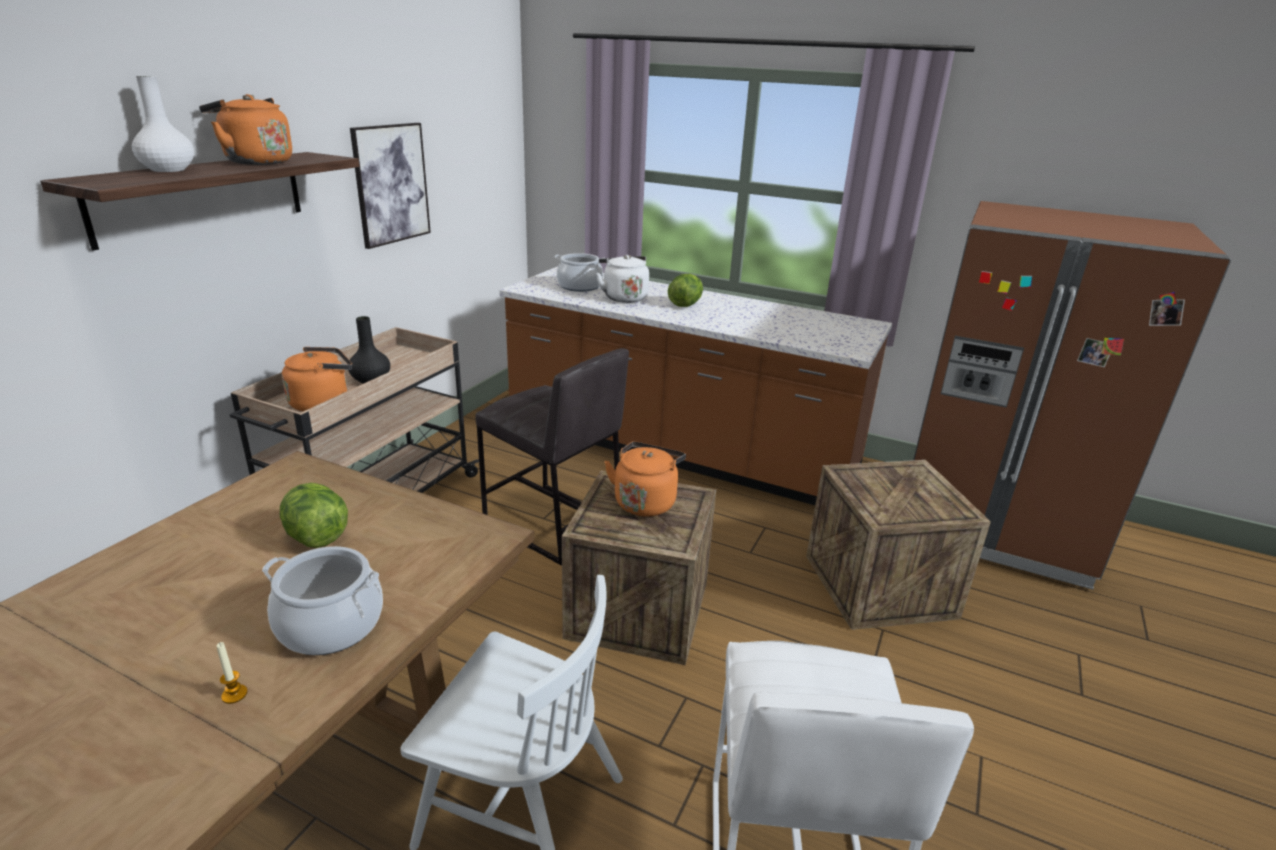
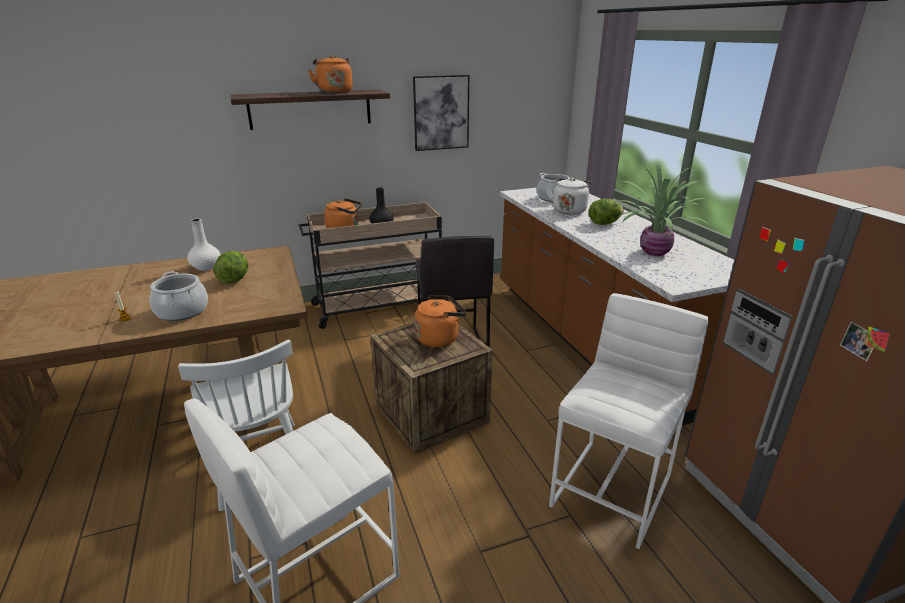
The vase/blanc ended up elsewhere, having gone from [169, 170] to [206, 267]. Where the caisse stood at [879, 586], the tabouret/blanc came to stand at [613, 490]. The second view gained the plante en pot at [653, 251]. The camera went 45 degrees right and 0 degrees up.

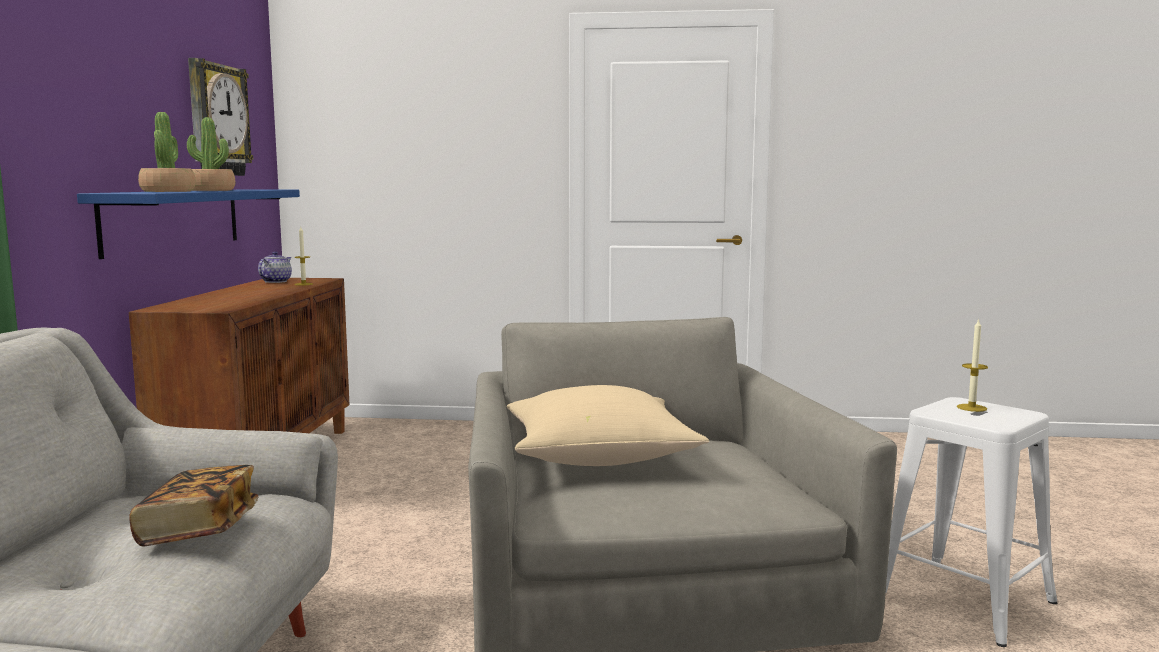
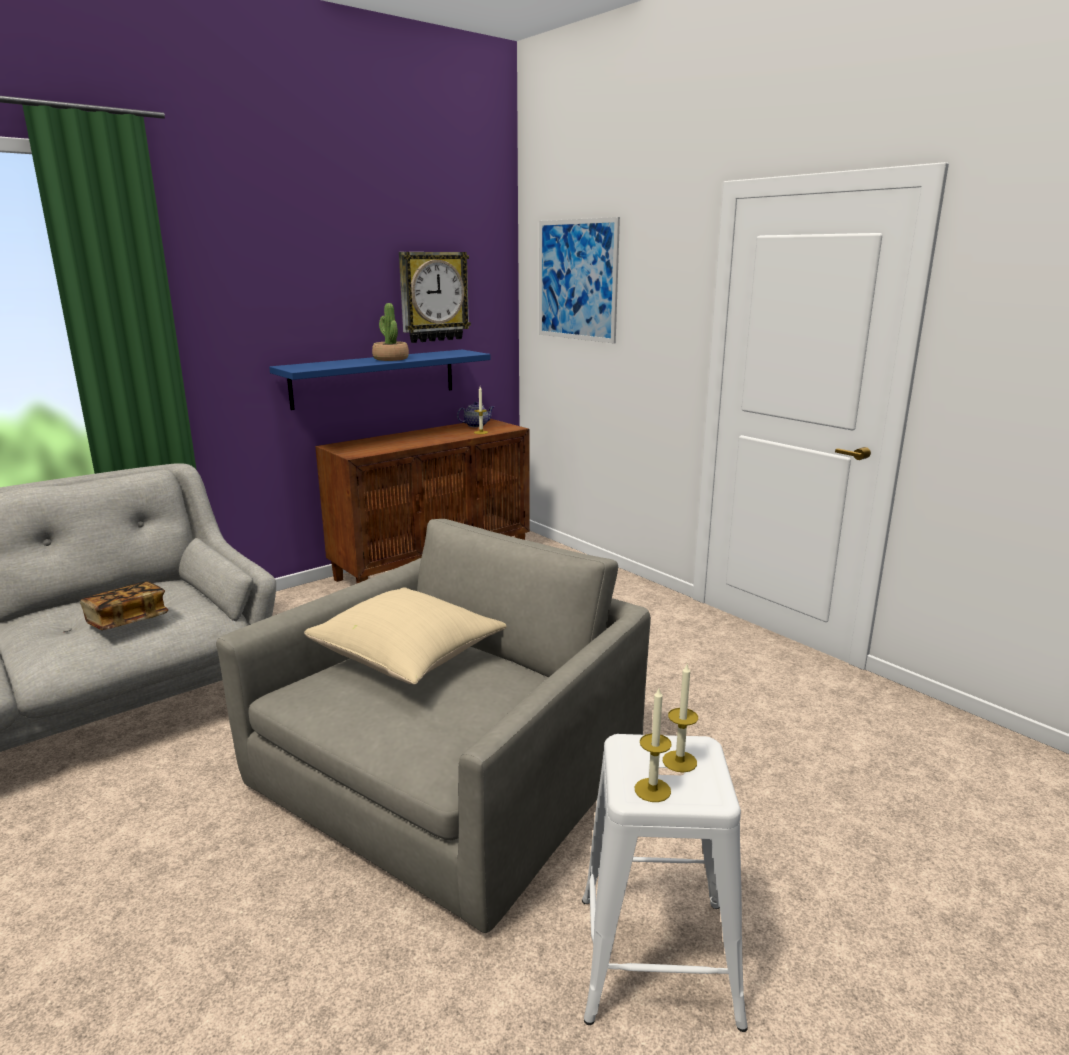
The second view lost the plante en pot at [168, 191]. The second view gained the tableau at [577, 280]. The second view gained the bougie at [652, 790]. The camera went 45 degrees right and 10 degrees up.

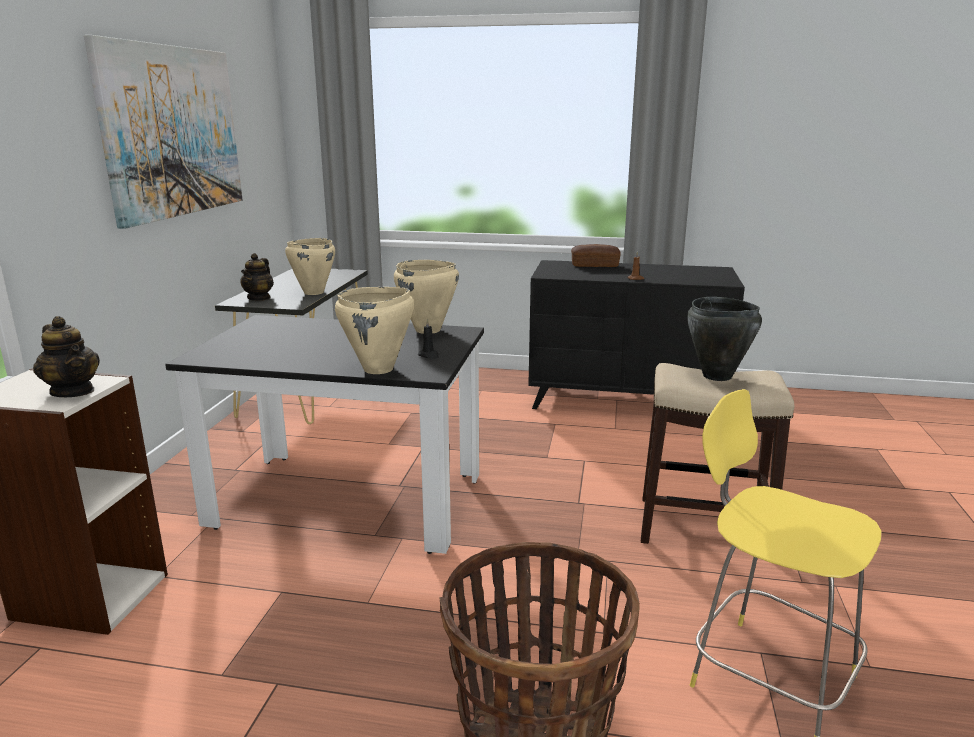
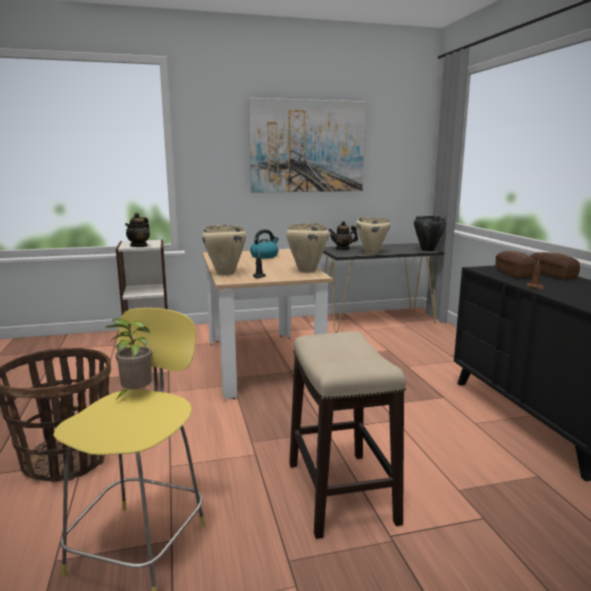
What was the table à manger/noir at [348, 500] turned into the table à manger/beige at [261, 362]. The marmite/noir ended up elsewhere, having gone from [717, 376] to [427, 250]. The second view gained the plante en pot at [135, 395]. The second view gained the bouilloire at [264, 256]. The second view gained the pain at [513, 273]. The camera went 65 degrees right and 5 degrees down.

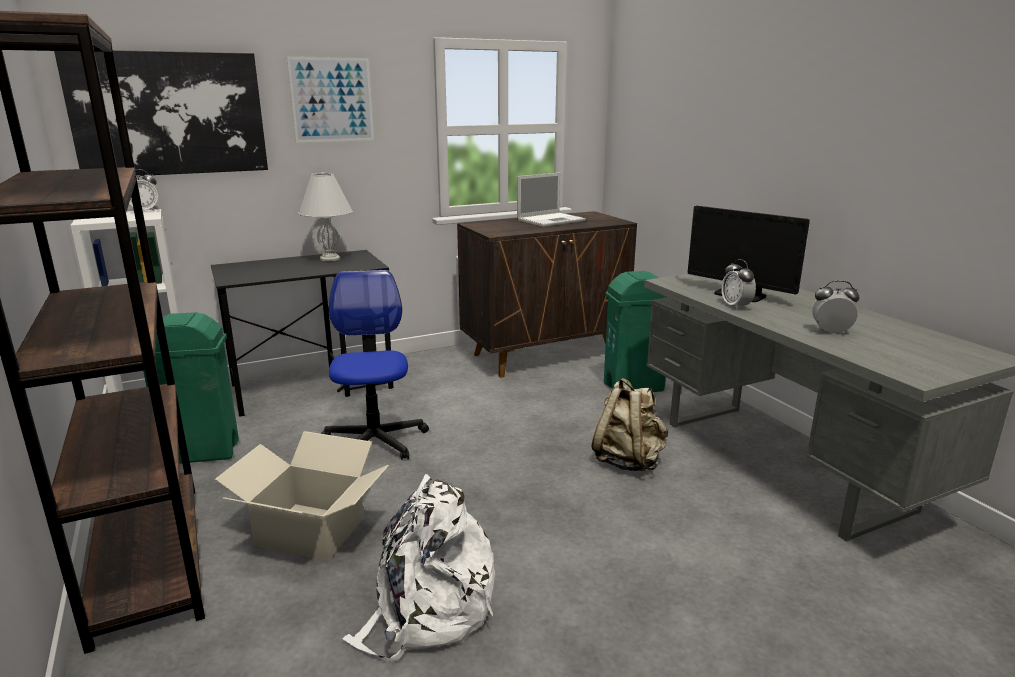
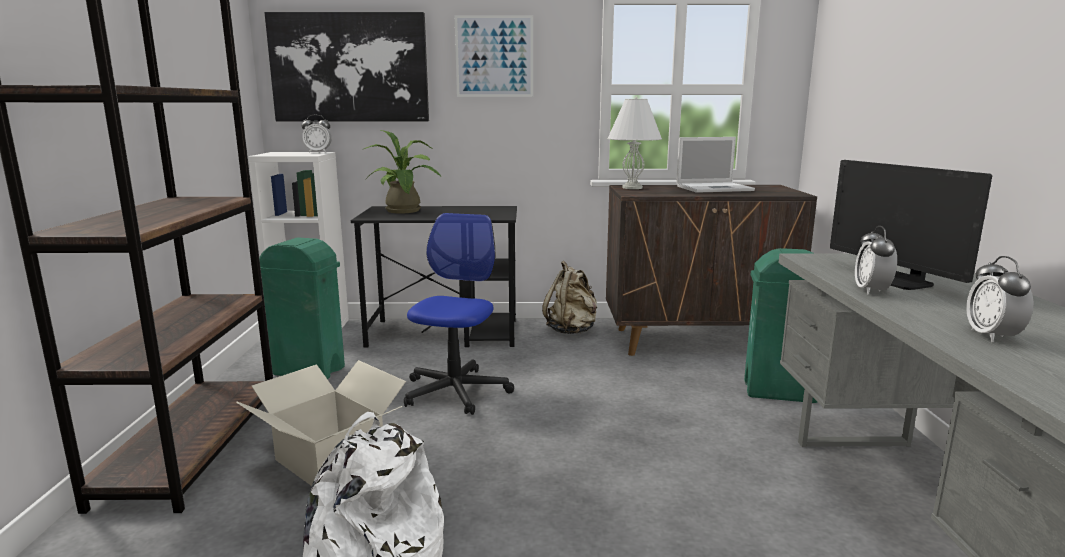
The lampe de table/blanc ended up elsewhere, having gone from [330, 258] to [632, 187]. The sac à dos/beige ended up elsewhere, having gone from [628, 461] to [572, 331]. The réveil at [830, 332] ended up facing another way, 120 degrees counterclockwise from before. The second view gained the plante en pot at [404, 211]. The camera went 25 degrees right and 5 degrees down.

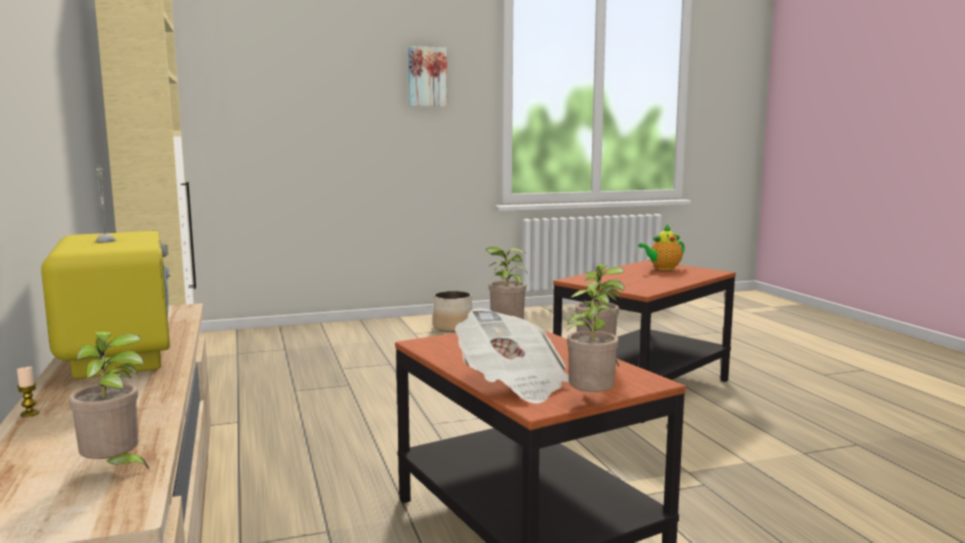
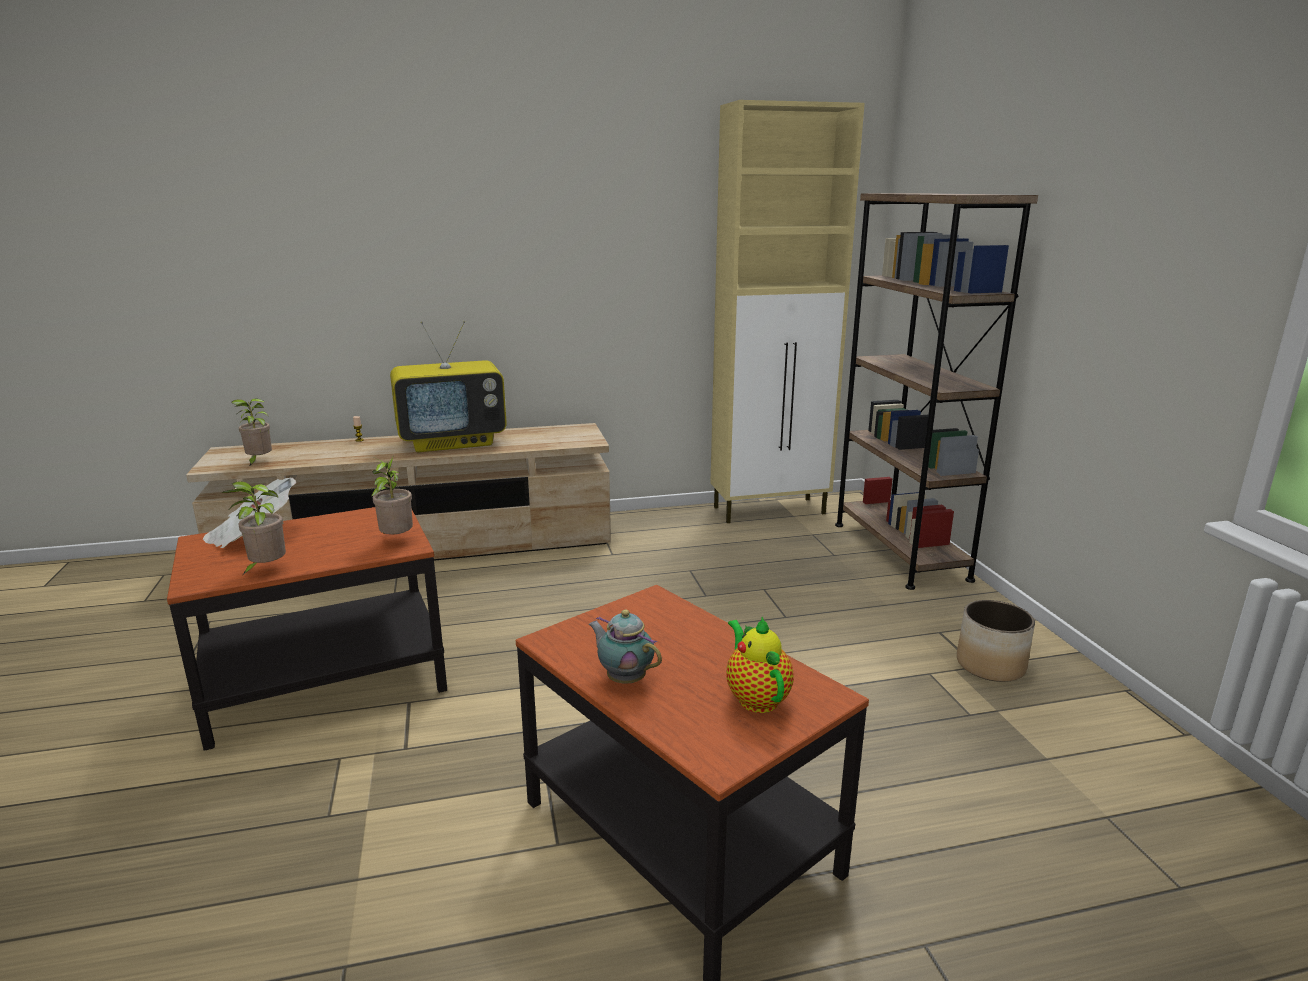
The second view lost the tableau at [427, 77]. The second view lost the plante en pot at [591, 401]. The second view gained the théière at [624, 679]. The second view gained the bibliothèque/marron at [899, 551]. The camera went 95 degrees right and 10 degrees up.

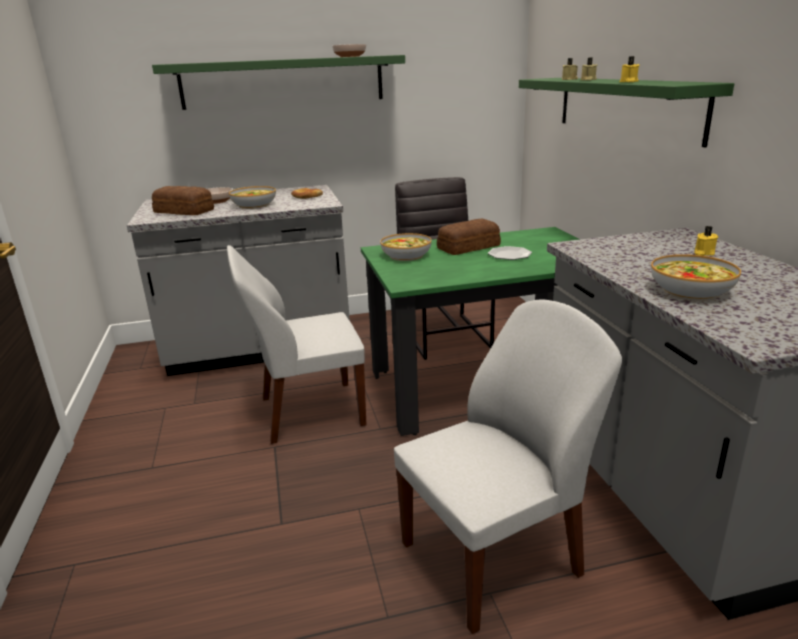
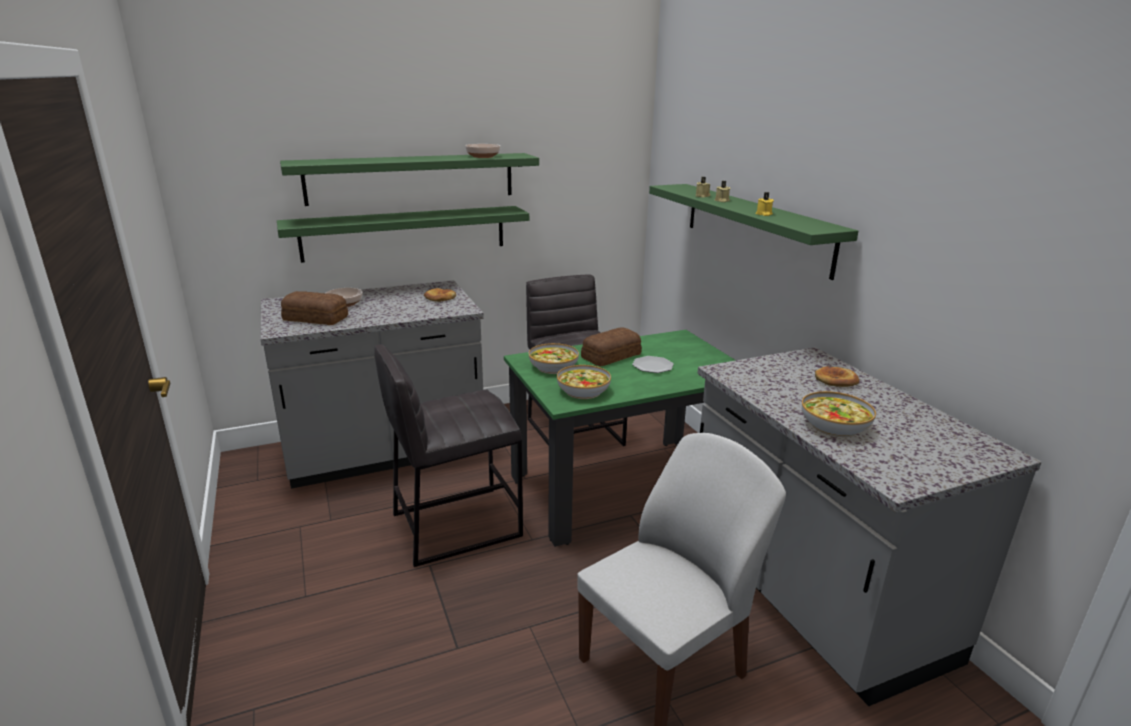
Where the chaise/blanc stood at [308, 412], the tabouret/gris came to stand at [455, 524]. The bol ended up elsewhere, having gone from [254, 205] to [583, 391]. Where the bougie/jaune stood at [703, 253], the pain came to stand at [835, 380]. The second view gained the étagère/vert at [405, 233]. The camera went 10 degrees left and 0 degrees up.

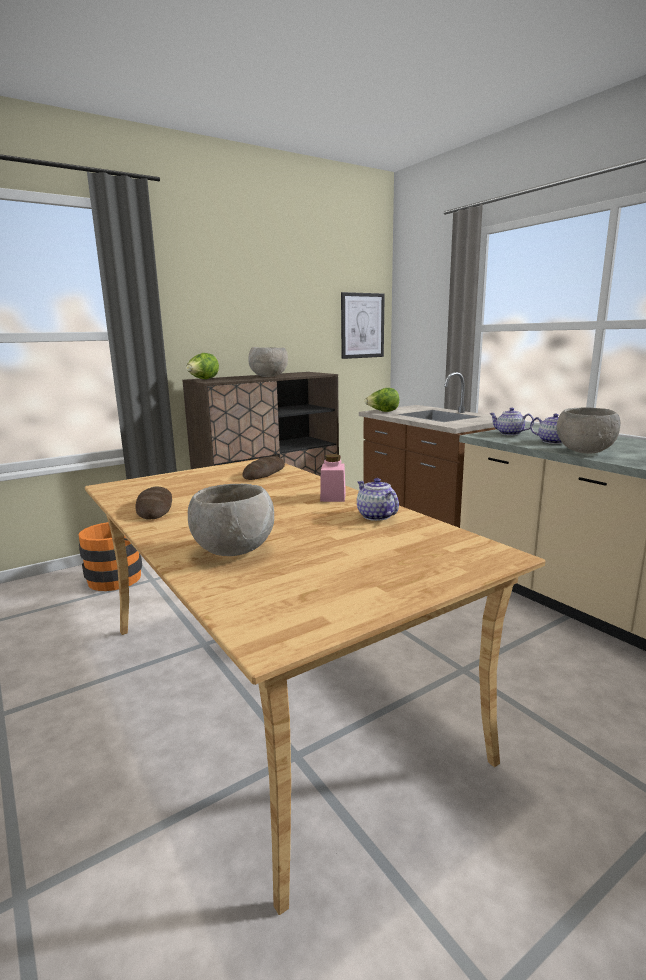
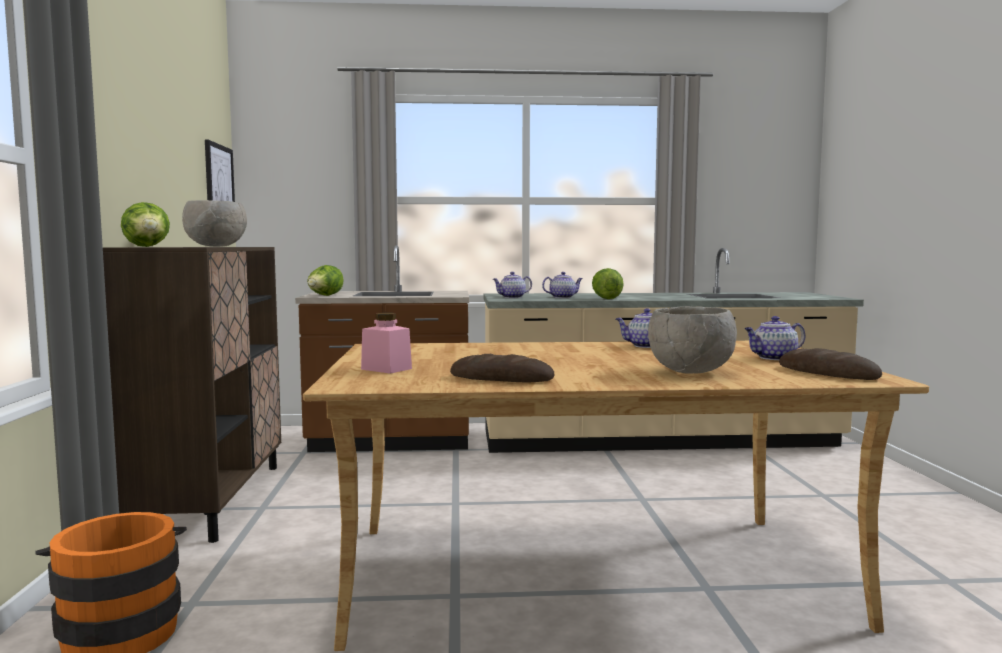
The pain ended up elsewhere, having gone from [264, 473] to [827, 373]. The bocal/rose ended up elsewhere, having gone from [333, 497] to [386, 369]. Where the bol/gris stood at [584, 452], the laitue came to stand at [606, 298]. The second view gained the théière at [773, 358]. The camera went 60 degrees left and 10 degrees down.

